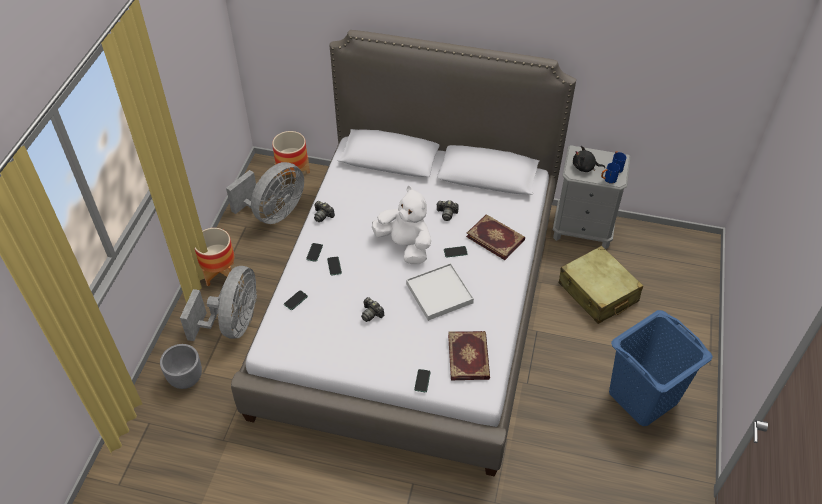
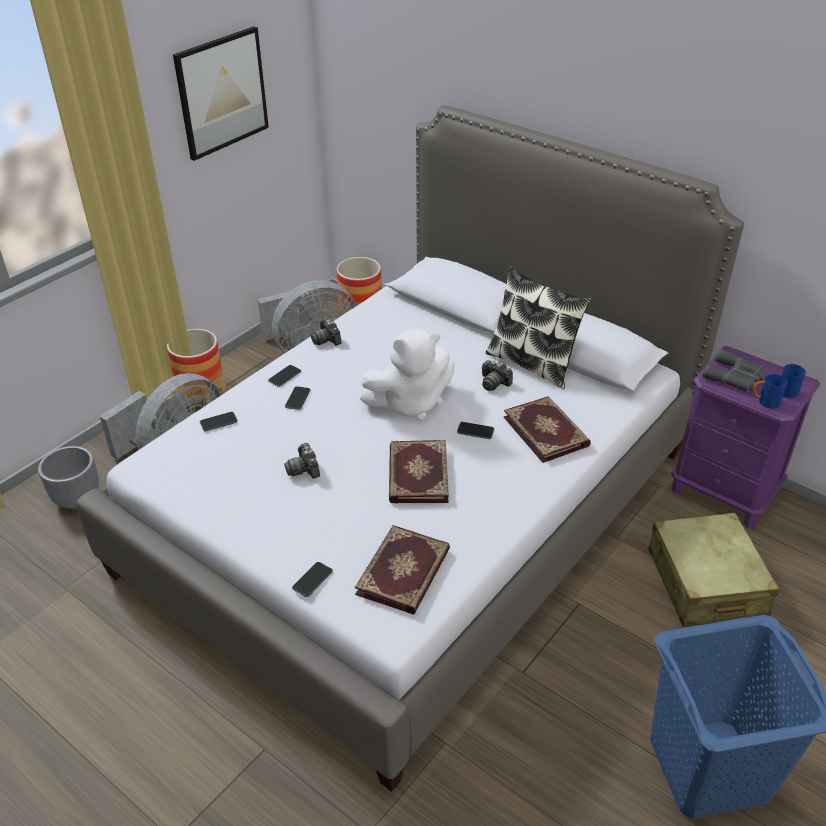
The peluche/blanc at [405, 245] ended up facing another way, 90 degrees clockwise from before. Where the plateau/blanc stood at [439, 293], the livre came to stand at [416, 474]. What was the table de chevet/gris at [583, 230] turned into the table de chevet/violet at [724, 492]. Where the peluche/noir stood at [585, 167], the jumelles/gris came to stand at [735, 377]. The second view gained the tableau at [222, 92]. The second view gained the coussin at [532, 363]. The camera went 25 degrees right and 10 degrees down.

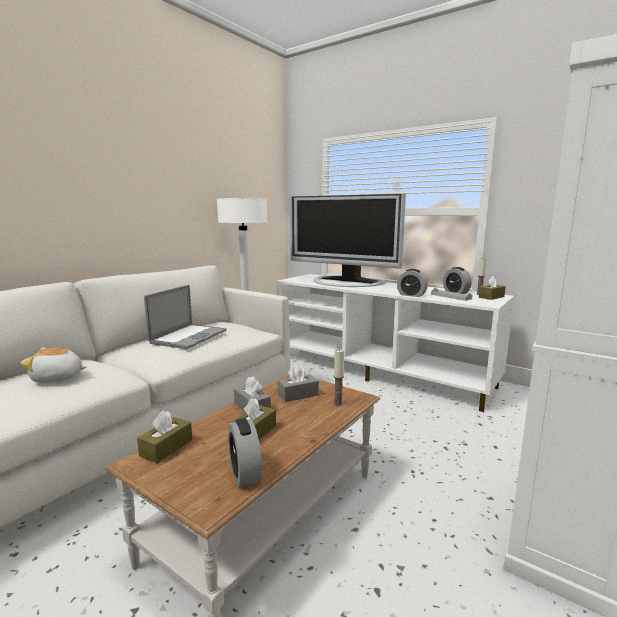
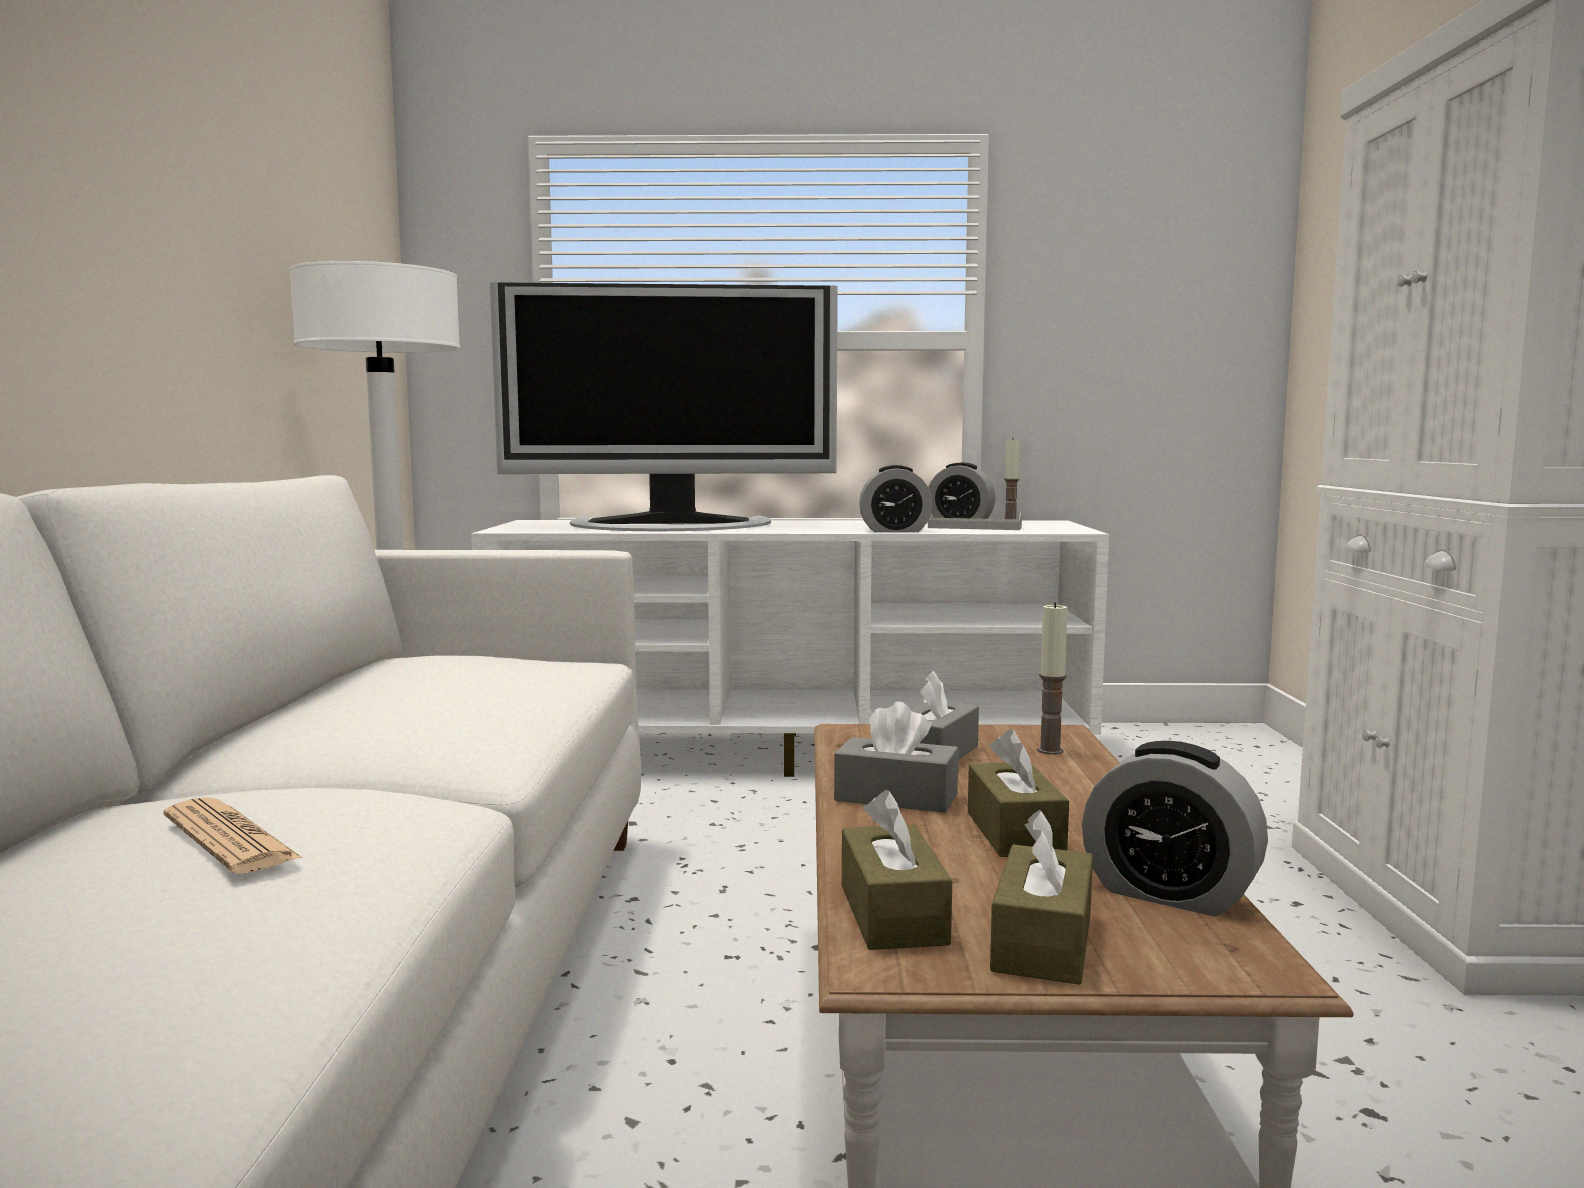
Where the peluche stood at [57, 378], the journal came to stand at [230, 838]. The second view lost the ordinateur portable at [189, 336]. The boîte à mouchoirs/marron ended up elsewhere, having gone from [491, 297] to [1042, 942]. The camera went 35 degrees left and 5 degrees down.

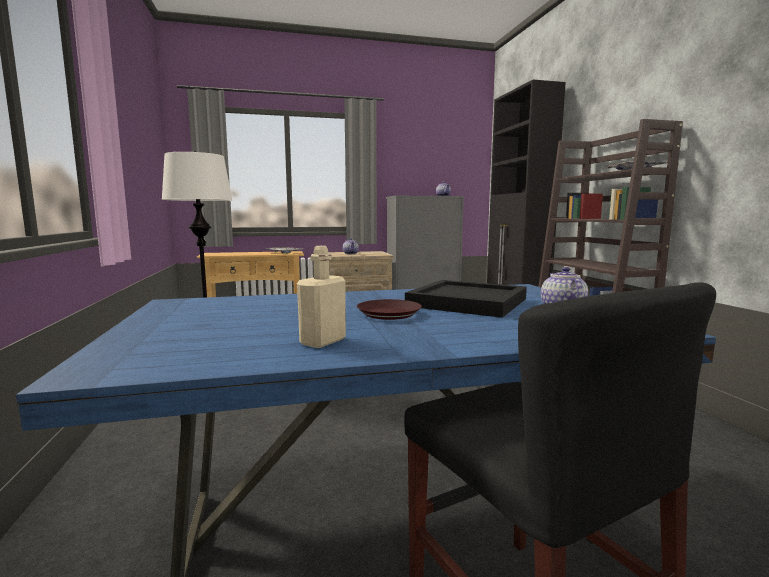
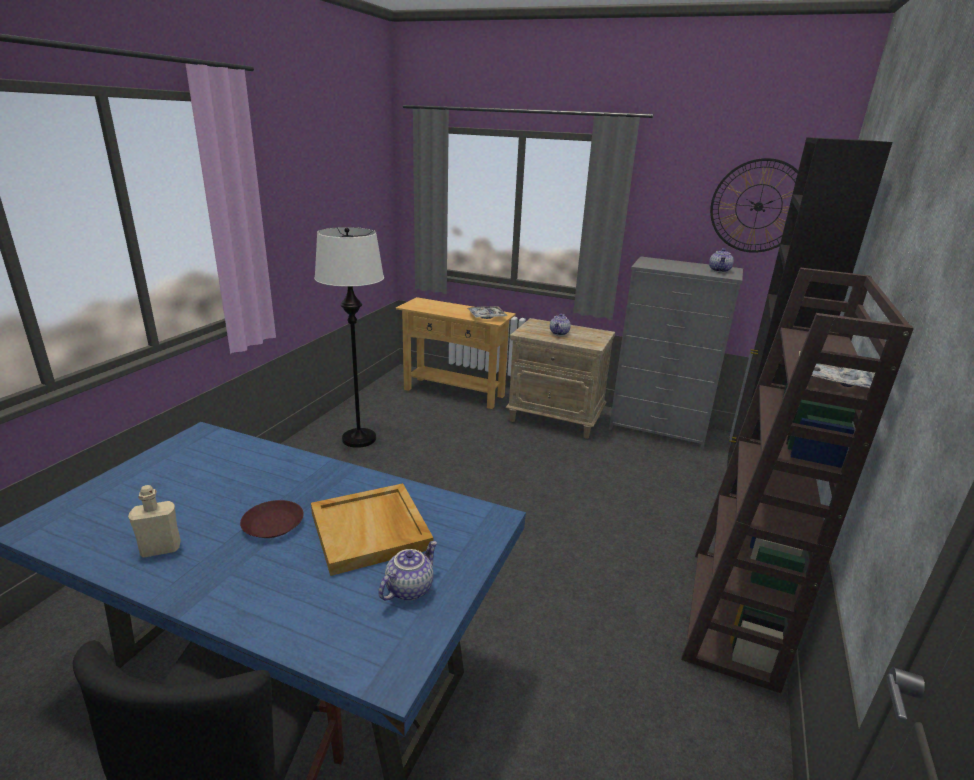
What was the plateau/noir at [468, 302] turned into the plateau/beige at [371, 531]. The second view gained the horloge murale at [758, 206]. The camera went 35 degrees right and 15 degrees up.

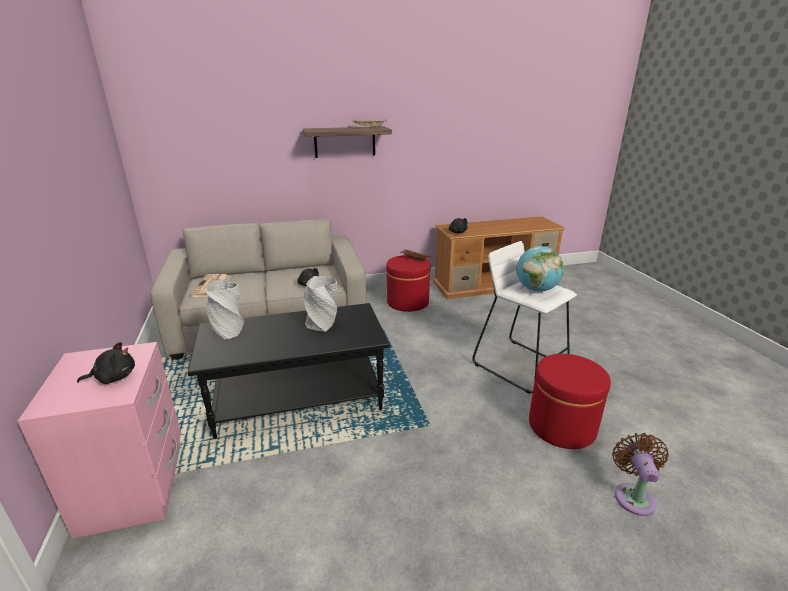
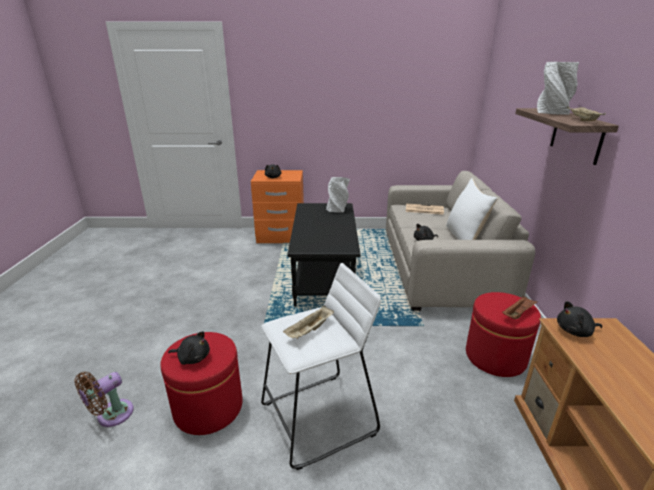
What was the table de chevet/rose at [135, 486] turned into the table de chevet/orange at [281, 236]. The vase/gris ended up elsewhere, having gone from [322, 324] to [552, 113]. Where the globe stood at [536, 289], the plateau/beige came to stand at [309, 331]. The ventilateur/marron at [633, 495] ended up facing another way, 105 degrees clockwise from before. The second view gained the peluche/noir at [193, 357]. The second view gained the coussin/blanc at [465, 238]. The camera went 105 degrees right and 0 degrees up.

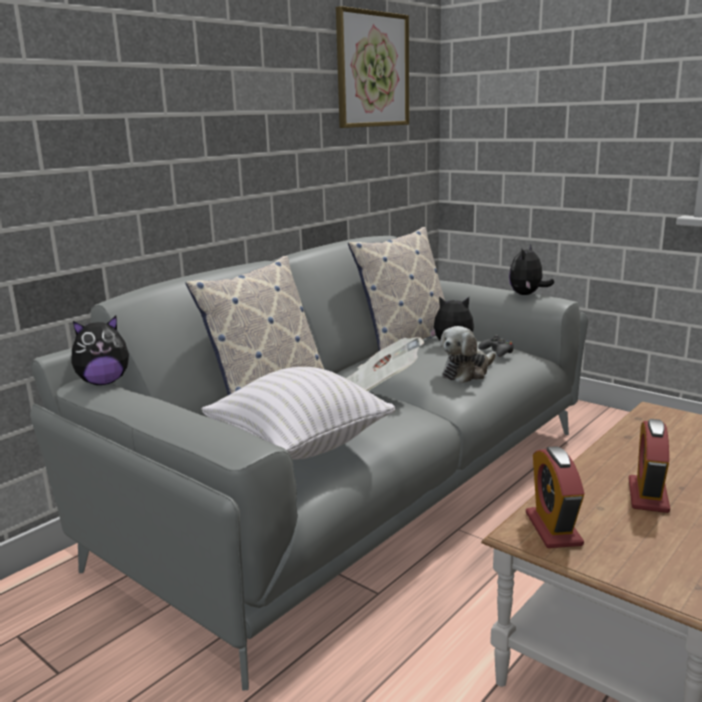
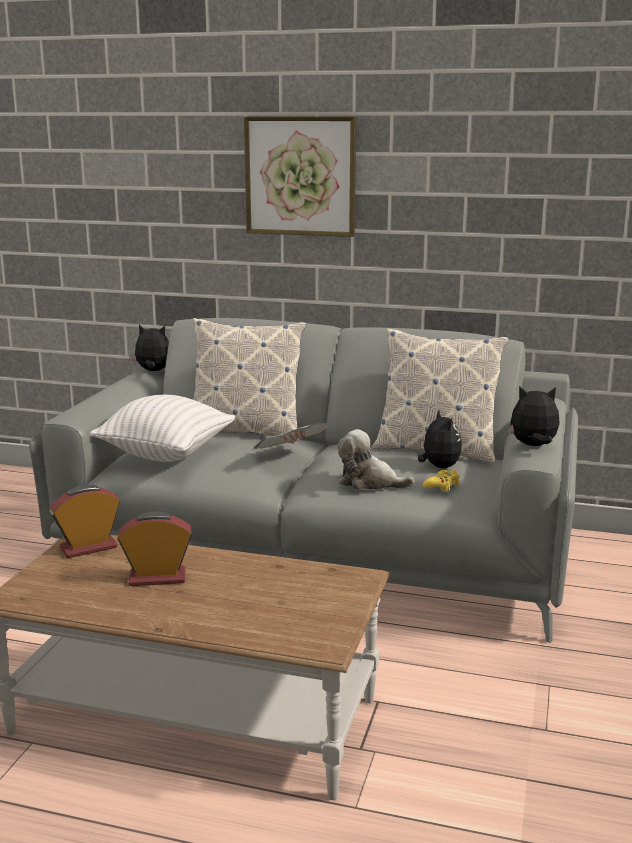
The peluche at [104, 382] ended up facing another way, 150 degrees clockwise from before. The tableau ended up elsewhere, having gone from [372, 70] to [300, 176]. What was the manette/noir at [497, 352] turned into the manette/jaune at [442, 486]. The camera went 65 degrees right and 0 degrees up.

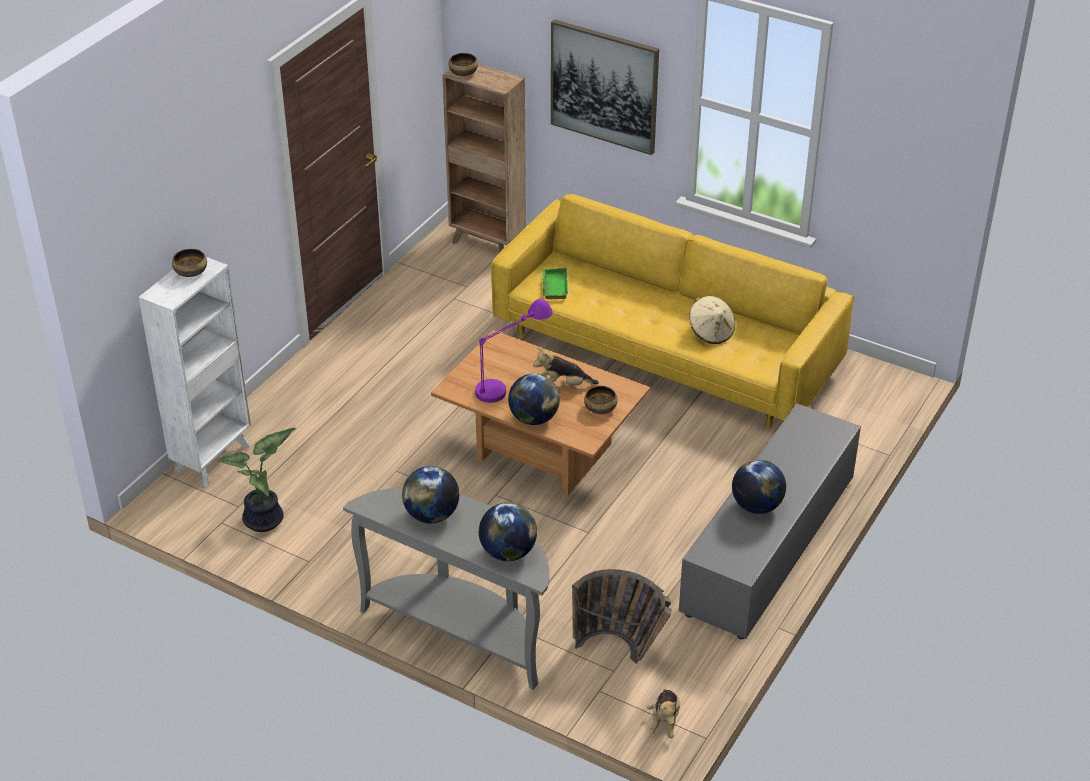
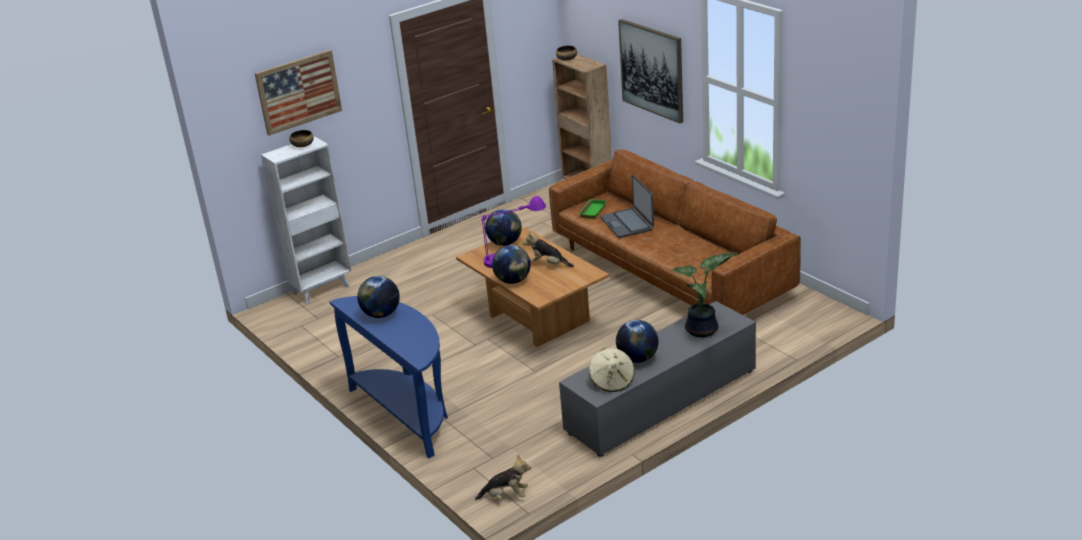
The plante en pot ended up elsewhere, having gone from [266, 521] to [703, 330]. What was the table console/gris at [462, 630] turned into the table console/bleu at [407, 414]. The globe ended up elsewhere, having gone from [508, 552] to [505, 243]. What was the canapé/jaune at [666, 351] turned into the canapé/marron at [669, 271]. The second view lost the panier at [622, 651]. The second view lost the bol at [600, 408]. The peluche at [664, 721] ended up facing another way, 120 degrees counterclockwise from before. The chapeau/beige ended up elsewhere, having gone from [711, 332] to [612, 381]. The second view gained the tableau at [298, 92]. The second view gained the ordinateur portable at [627, 224]. The camera went 25 degrees right and 10 degrees down.

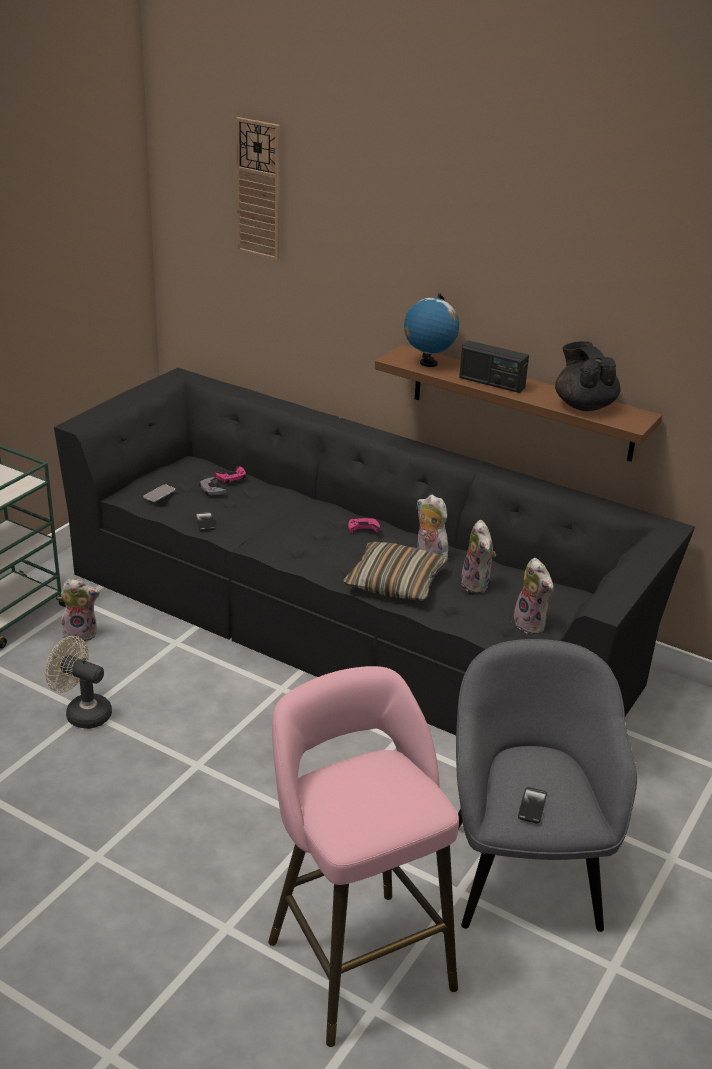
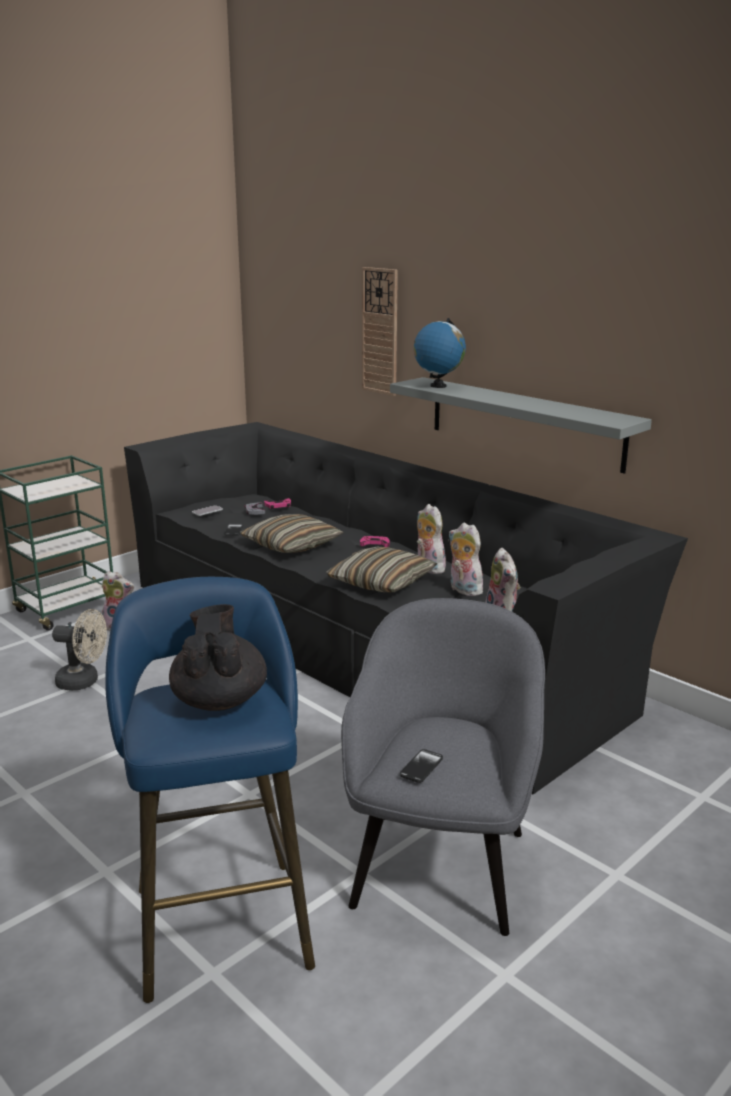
The ventilateur/beige at [82, 713] ended up facing another way, 150 degrees clockwise from before. The horloge murale ended up elsewhere, having gone from [259, 189] to [380, 331]. What was the tabouret/rose at [355, 957] turned into the tabouret/bleu at [220, 918]. What was the étagère/marron at [522, 403] turned into the étagère/gris at [524, 422]. The second view lost the radio at [491, 383]. The peluche at [477, 584] ended up facing another way, 135 degrees clockwise from before. The théière/noir ended up elsewhere, having gone from [584, 405] to [219, 700]. The second view gained the coussin at [291, 545]. The camera went 15 degrees right and 10 degrees down.

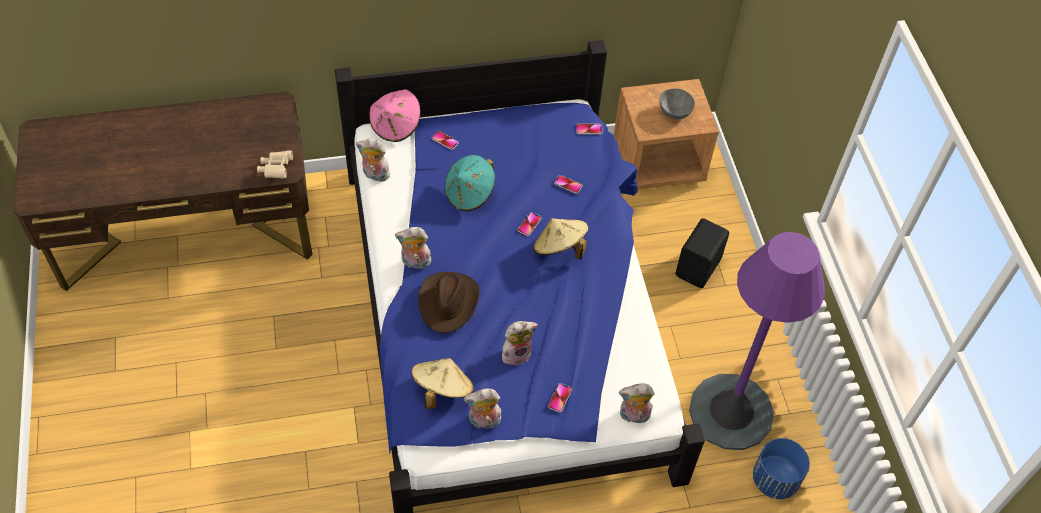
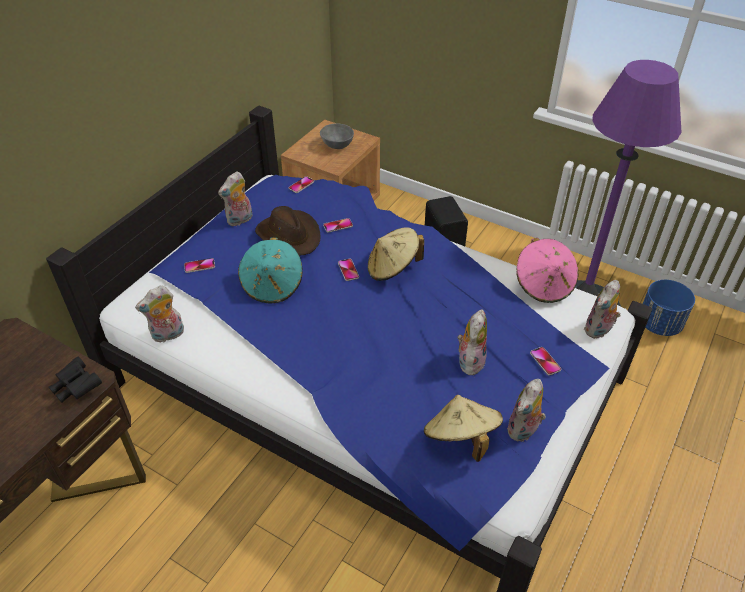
What was the jumelles/beige at [276, 169] turned into the jumelles/noir at [76, 387]. The chapeau/rose ended up elsewhere, having gone from [396, 125] to [544, 285]. The peluche ended up elsewhere, having gone from [415, 262] to [240, 220]. The chapeau/marron ended up elsewhere, having gone from [448, 302] to [289, 235]. The camera went 45 degrees left and 10 degrees down.

